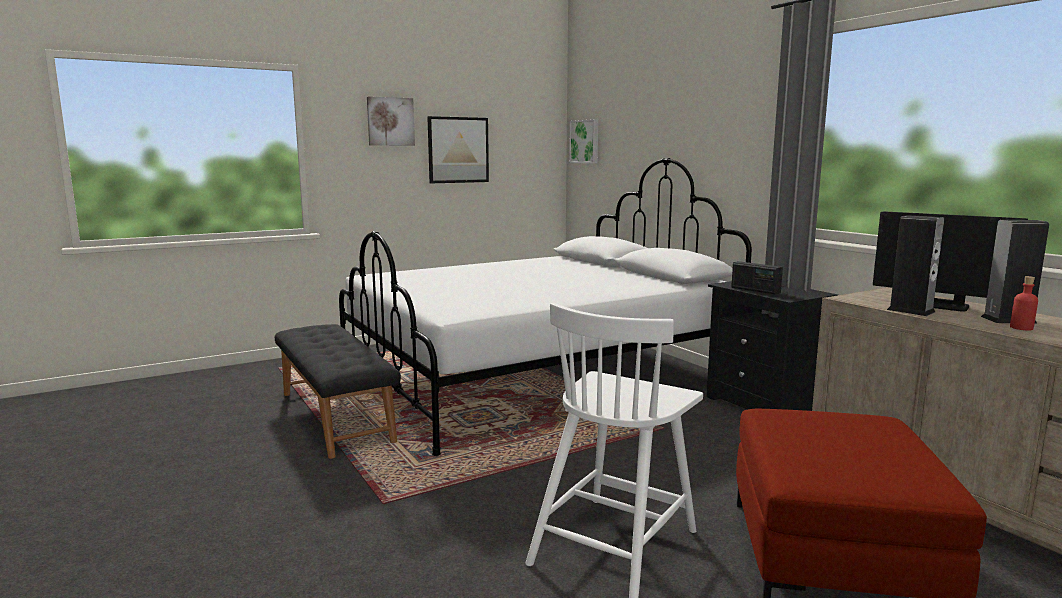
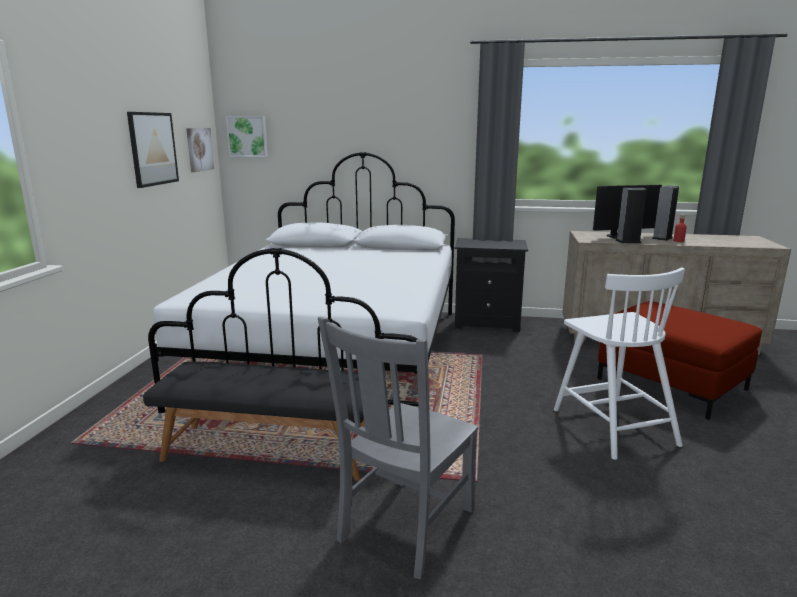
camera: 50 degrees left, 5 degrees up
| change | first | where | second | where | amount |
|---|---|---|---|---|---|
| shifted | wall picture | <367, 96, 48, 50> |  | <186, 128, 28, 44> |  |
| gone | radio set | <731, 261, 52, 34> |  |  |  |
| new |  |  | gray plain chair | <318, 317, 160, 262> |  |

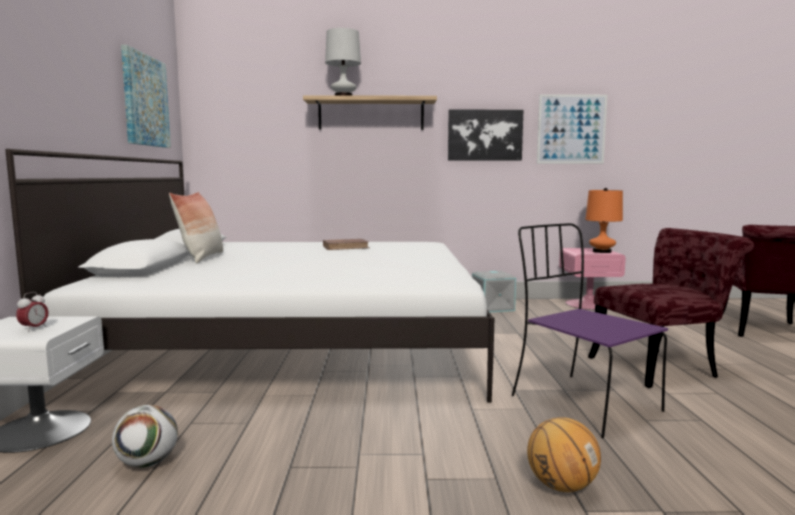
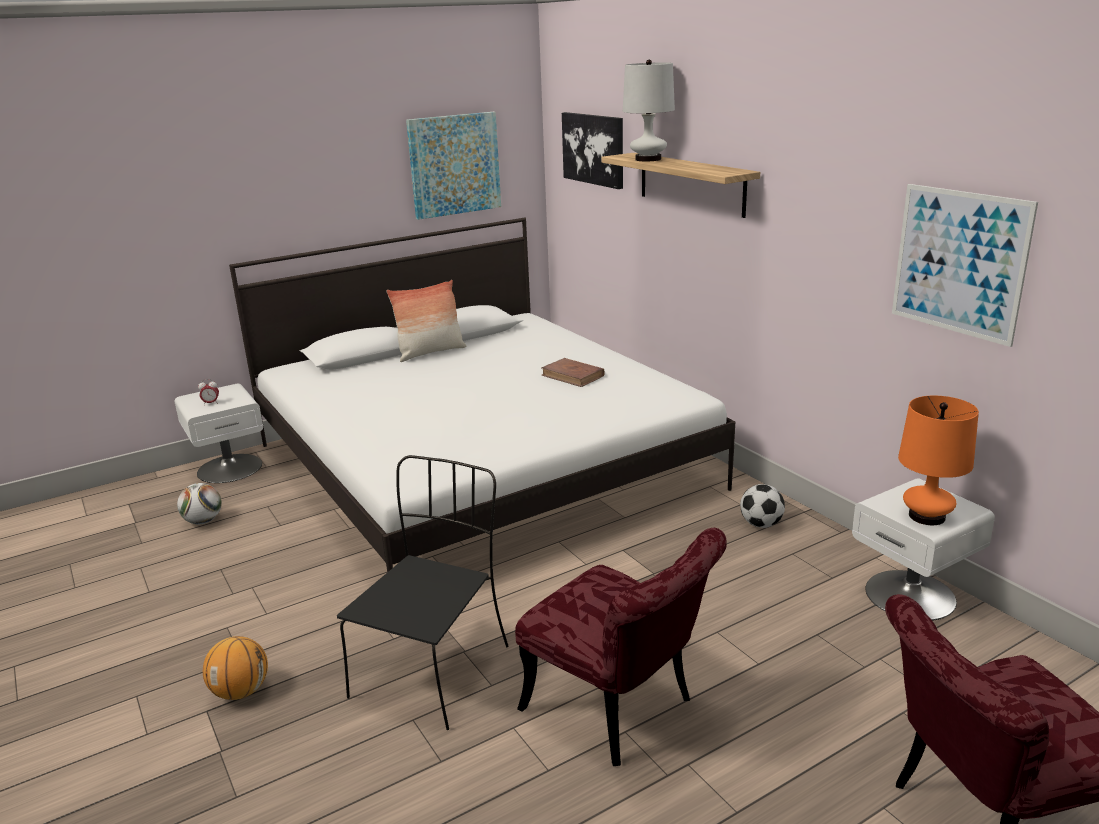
camera: 60 degrees right, 15 degrees up
| change | first | where | second | where | amount |
|---|---|---|---|---|---|
| shifted | wall picture | <448, 110, 75, 50> |  | <562, 112, 61, 77> |  |
| repainted | purplish plain chair | <512, 223, 156, 215> | black-coloured plain chair | <337, 455, 172, 275> |  |
| repainted | pinkish nightstand | <559, 248, 67, 62> | white nightstand | <852, 478, 143, 143> |  |
| swapped | gray storage container | <472, 271, 44, 41> | football | <740, 484, 45, 44> |  |

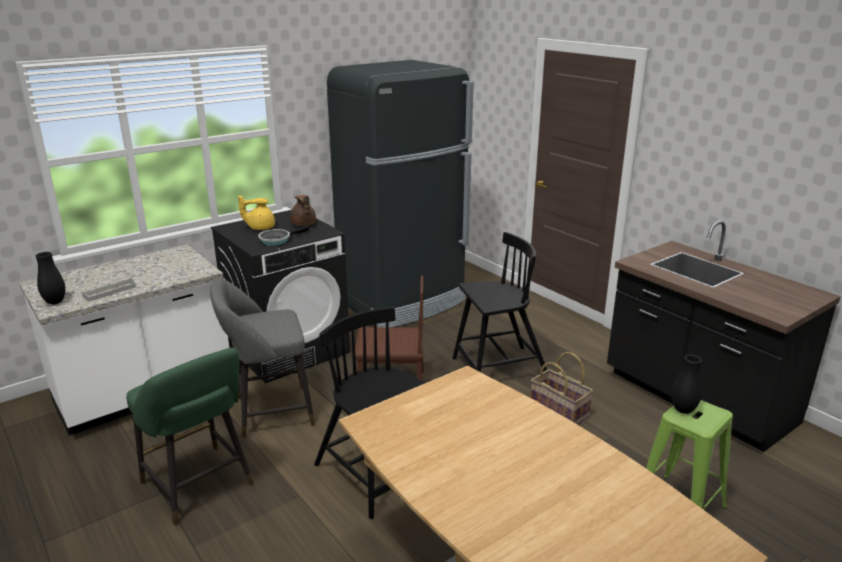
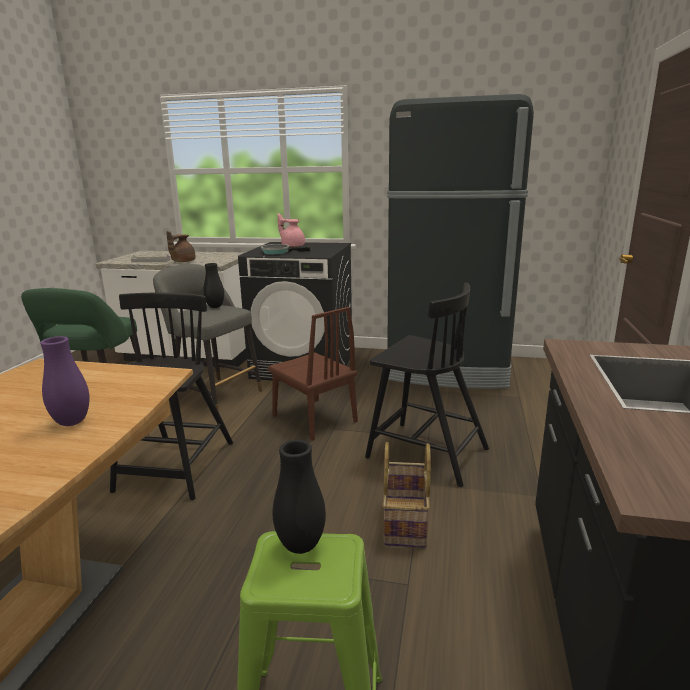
camera: 50 degrees right, 5 degrees down
| change | first | where | second | where | amount |
|---|---|---|---|---|---|
| repainted | yellow-coloured tea pot | <238, 195, 37, 35> | pinkish tea pot | <278, 213, 27, 34> |  |
| shifted | brownish tea pot | <290, 195, 26, 31> |  | <166, 231, 29, 31> |  |
| shifted | black-coloured flower vase | <36, 252, 29, 52> |  | <203, 263, 21, 45> |  |
| new |  |  | purplish flower vase | <40, 336, 50, 90> |  |

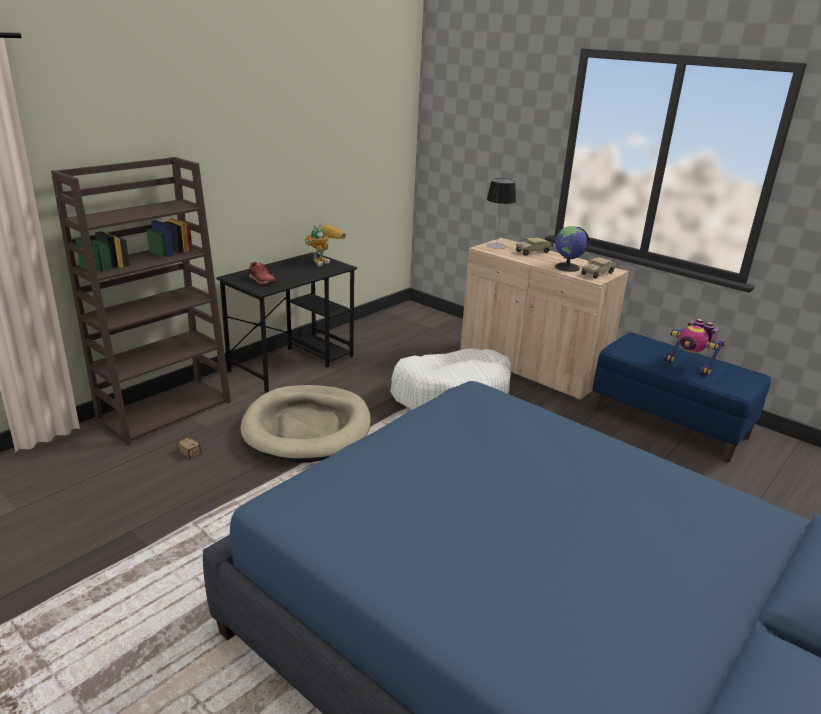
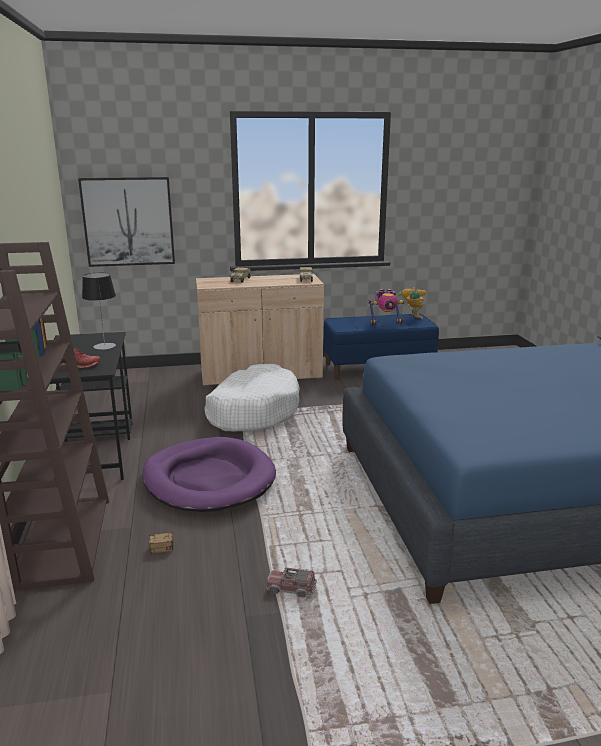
camera: 50 degrees left, 5 degrees down
| change | first | where | second | where | amount |
|---|---|---|---|---|---|
| shifted | lamp for a table | <487, 178, 29, 71> |  | <82, 272, 34, 78> |  |
| shifted | model robot | <305, 223, 41, 43> |  | <398, 287, 28, 32> |  |
| gone | world globe | <555, 226, 34, 46> |  |  |  |
| repainted | beige-coloured dog bed | <240, 385, 131, 78> | purplish dog bed | <142, 437, 134, 75> |  |
| new |  |  | wall picture | <78, 177, 97, 90> |  |
| new |  |  | toy lorry | <266, 567, 51, 30> |  |

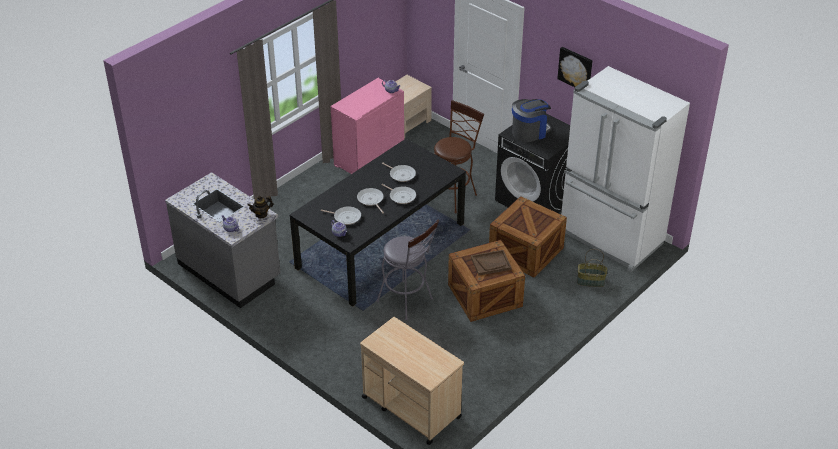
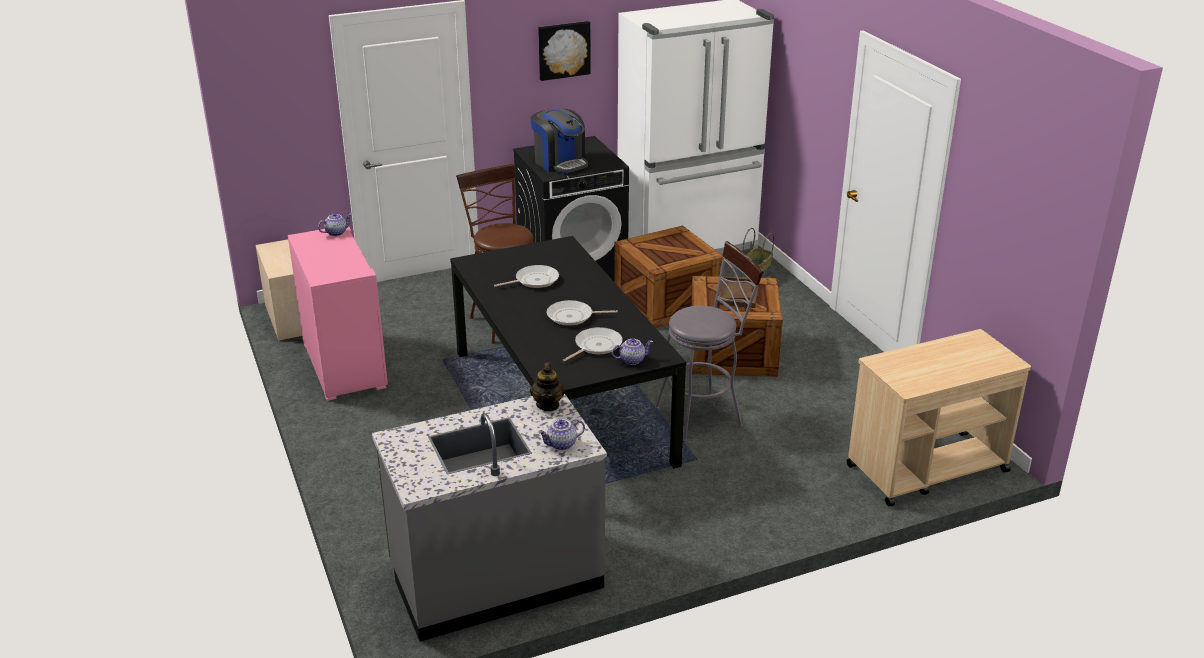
camera: 65 degrees left, 10 degrees down
| change | first | where | second | where | amount |
|---|---|---|---|---|---|
| rotated | coffee maker | <512, 99, 40, 43> |  | <530, 108, 58, 65> | 150 degrees clockwise |
| gone | pan | <381, 184, 35, 20> |  |  |  |

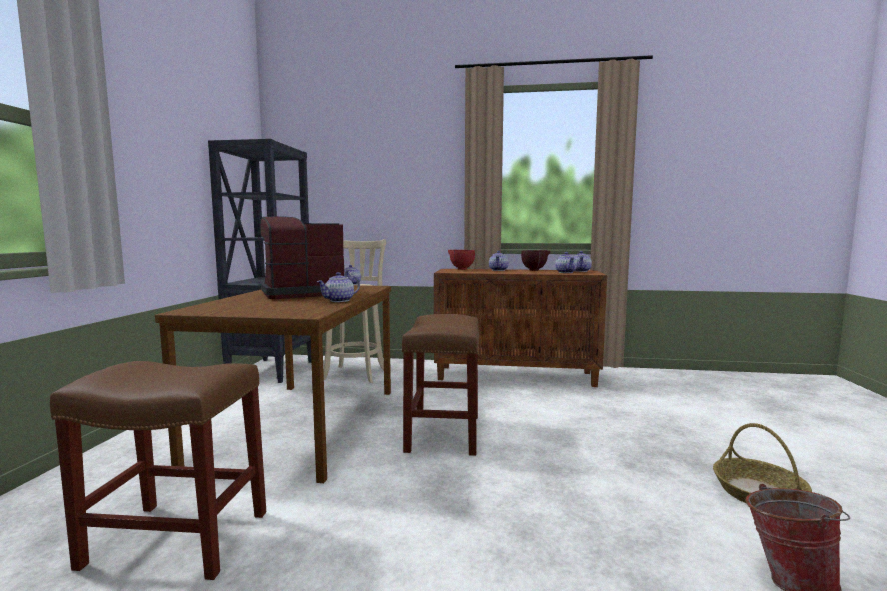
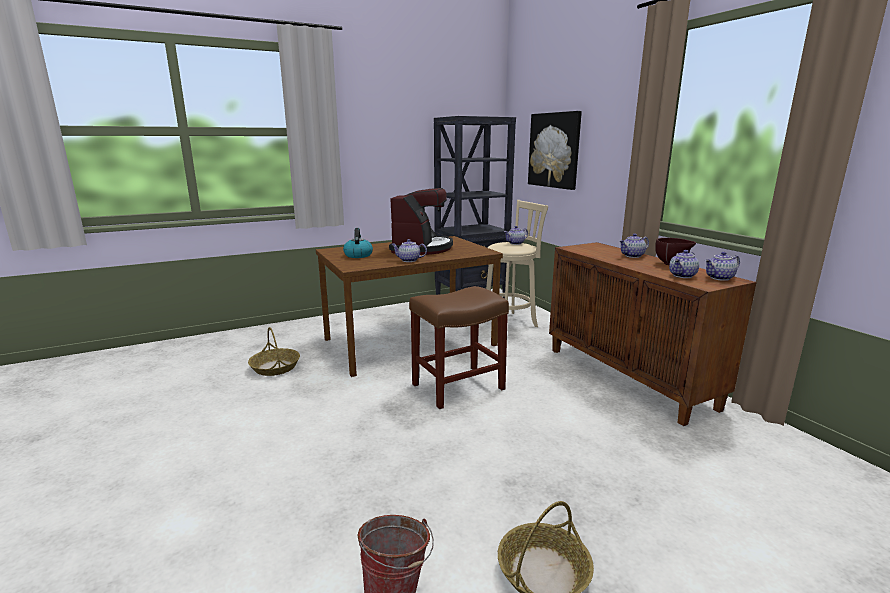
camera: 55 degrees right, 10 degrees up
| change | first | where | second | where | amount |
|---|---|---|---|---|---|
| rotated | coffee maker | <260, 216, 84, 83> |  | <389, 188, 64, 67> | 75 degrees clockwise |
| gone | reddish deep dish | <448, 250, 27, 20> |  |  |  |
| swapped | brownish sitting stool | <50, 361, 216, 219> | storage basket | <248, 327, 52, 49> |  |
| new |  |  | wall picture | <528, 111, 54, 79> |  |
| new |  |  | water kettle | <343, 228, 30, 30> |  |

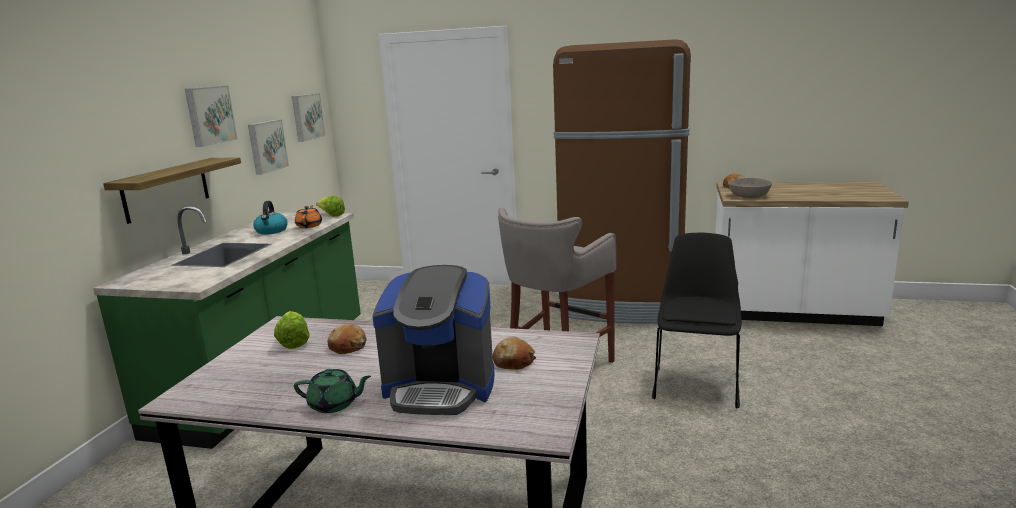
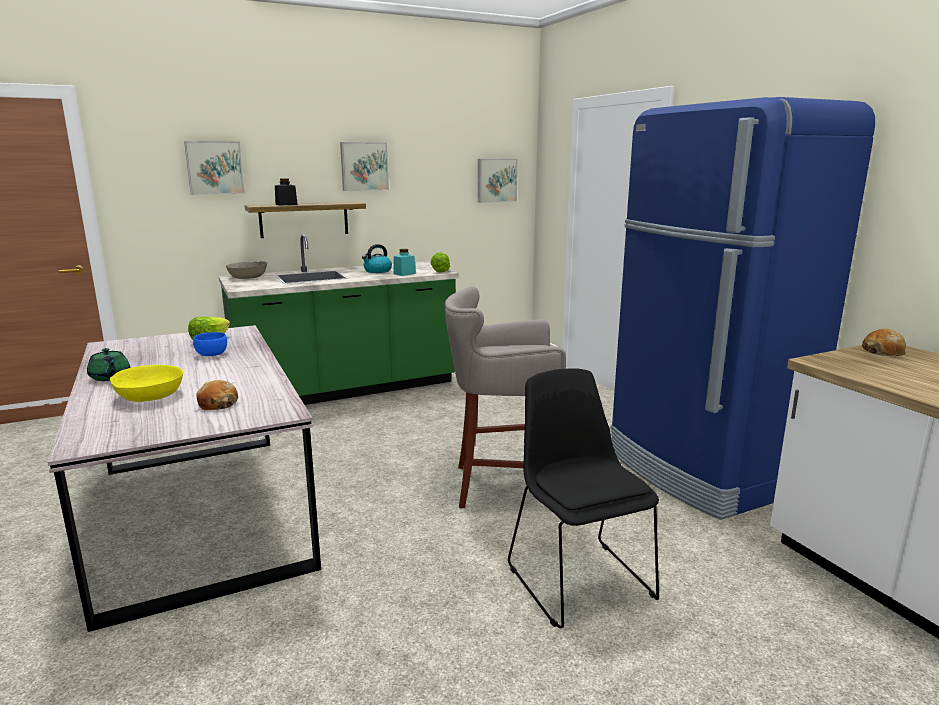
camera: 50 degrees right, 0 degrees up
| change | first | where | second | where | amount |
|---|---|---|---|---|---|
| repainted | brownish refrigerator | <553, 39, 138, 285> | blue-coloured refrigerator | <610, 97, 265, 423> |  |
| shifted | wall picture | <248, 119, 41, 56> |  | <184, 141, 61, 54> |  |
| shifted | gray deep dish | <728, 178, 44, 20> |  | <226, 261, 41, 18> |  |
| swapped | orange tea pot | <295, 206, 27, 22> | turquoise-coloured storage jar | <393, 249, 23, 27> |  |
| rotated | black-coloured plain chair | <652, 233, 90, 176> |  | <508, 368, 151, 260> | 90 degrees counterclockwise |
| swapped | coffee maker | <372, 265, 122, 150> | yellow-coloured deep dish | <110, 365, 73, 37> |  |
| swapped | bread | <328, 324, 38, 30> | blue-coloured deep dish | <193, 332, 34, 24> |  |
| new |  |  | black-coloured storage jar | <275, 178, 23, 28> |  |

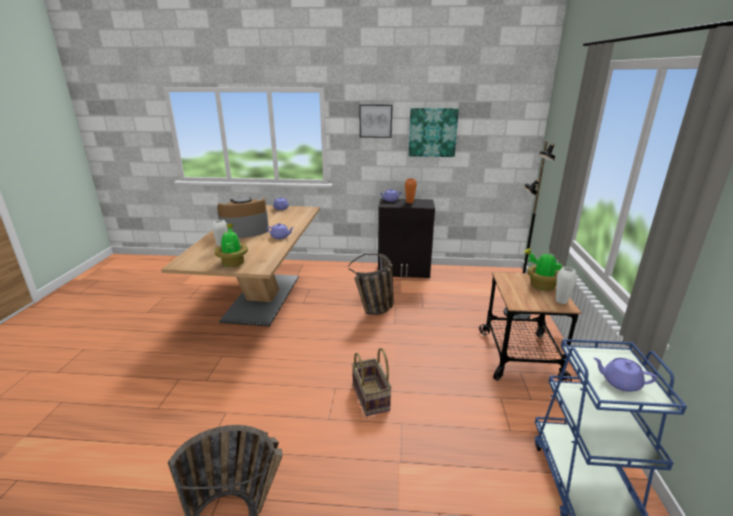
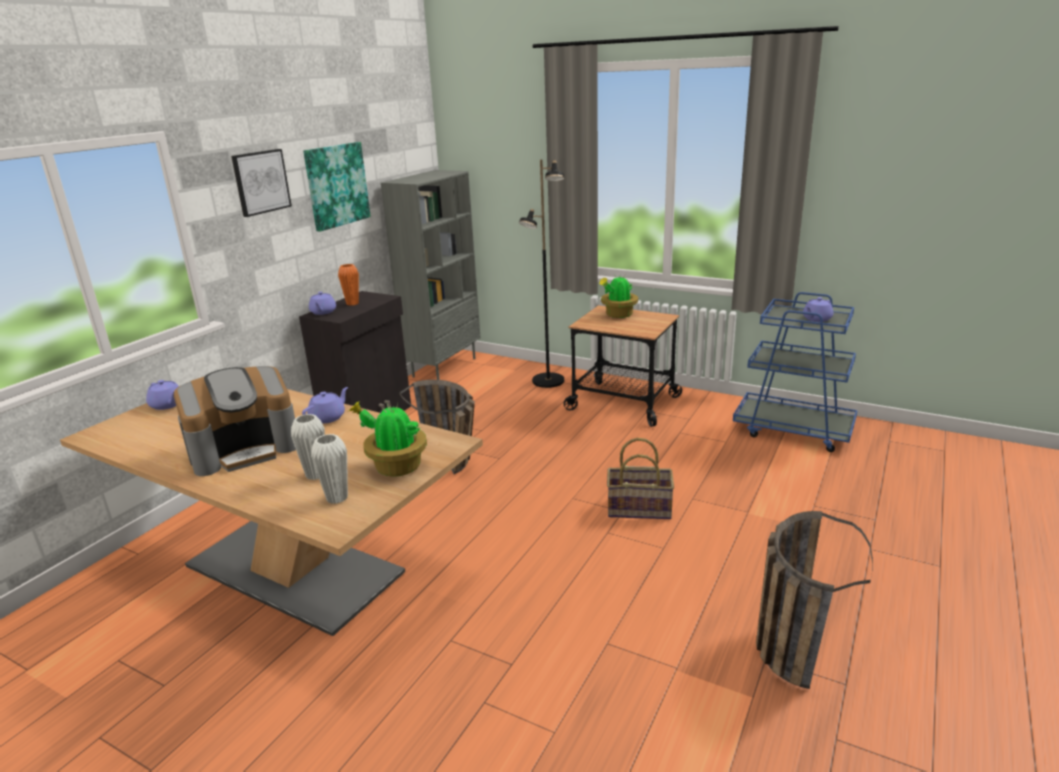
camera: 65 degrees left, 0 degrees up
| change | first | where | second | where | amount |
|---|---|---|---|---|---|
| rotated | coffee maker | <217, 197, 52, 41> |  | <174, 366, 122, 110> | 120 degrees counterclockwise |
| shifted | white flower vase | <556, 267, 21, 37> |  | <311, 434, 37, 70> |  |
| new |  |  | gray bookcase | <381, 170, 100, 210> |  |

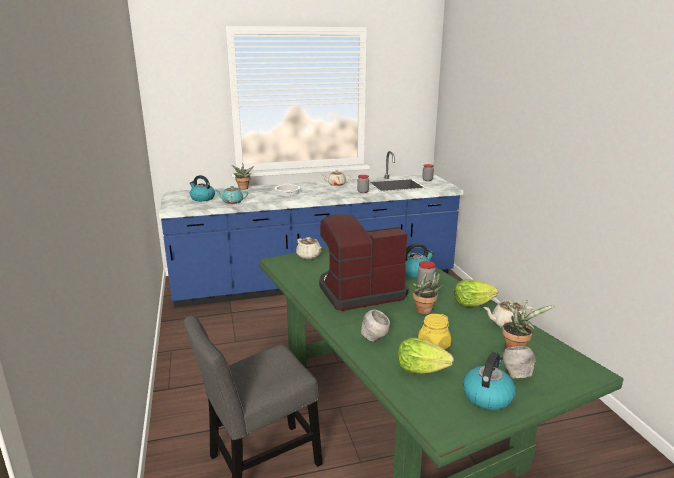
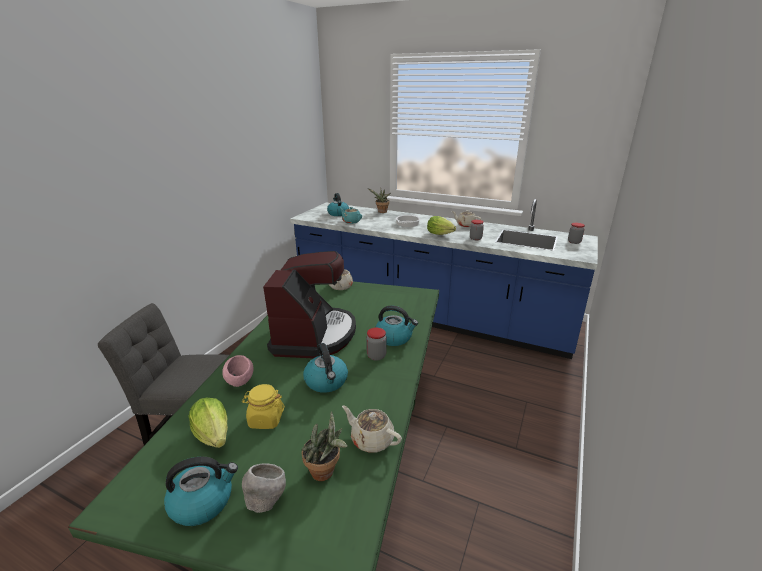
camera: 40 degrees right, 5 degrees up
| change | first | where | second | where | amount |
|---|---|---|---|---|---|
| rotated | coffee maker | <319, 214, 90, 97> |  | <263, 251, 93, 107> | 75 degrees clockwise |
| swapped | houseplant | <413, 271, 30, 43> | water kettle | <303, 343, 45, 50> |  |
| shifted | lettuce | <454, 279, 44, 28> |  | <427, 216, 29, 19> |  |
| repainted | gray deep dish | <361, 309, 29, 32> | pinkish deep dish | <222, 355, 32, 32> |  |

